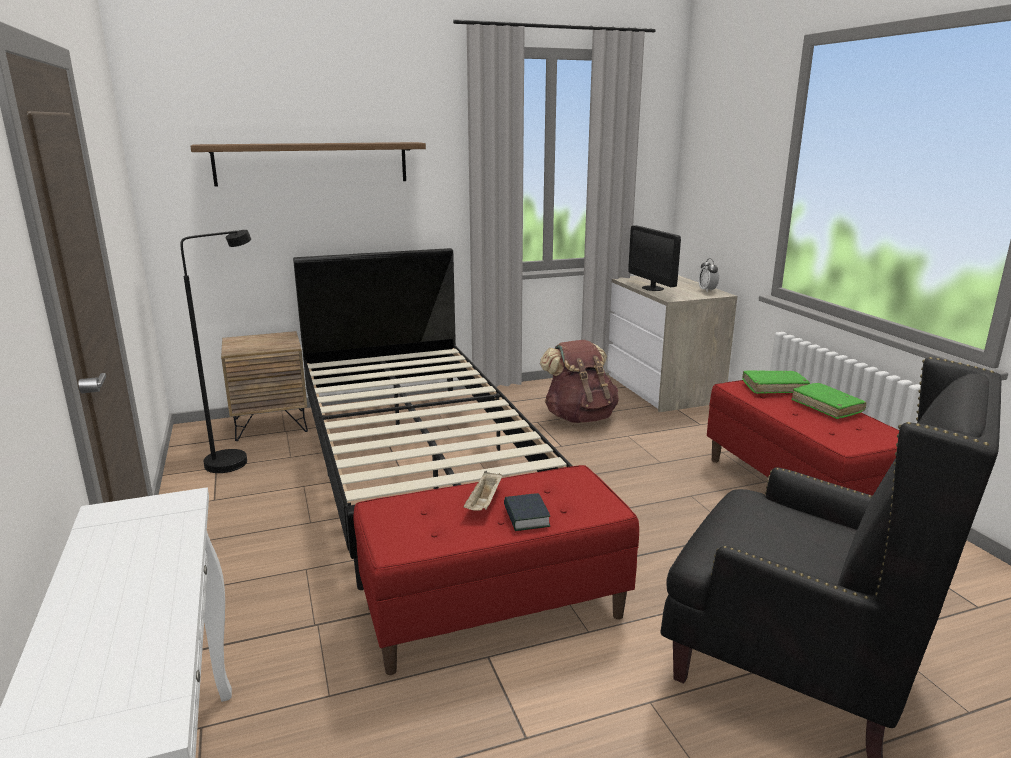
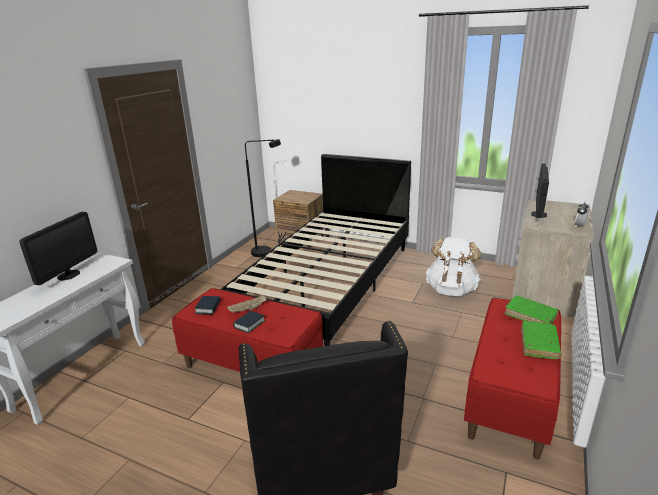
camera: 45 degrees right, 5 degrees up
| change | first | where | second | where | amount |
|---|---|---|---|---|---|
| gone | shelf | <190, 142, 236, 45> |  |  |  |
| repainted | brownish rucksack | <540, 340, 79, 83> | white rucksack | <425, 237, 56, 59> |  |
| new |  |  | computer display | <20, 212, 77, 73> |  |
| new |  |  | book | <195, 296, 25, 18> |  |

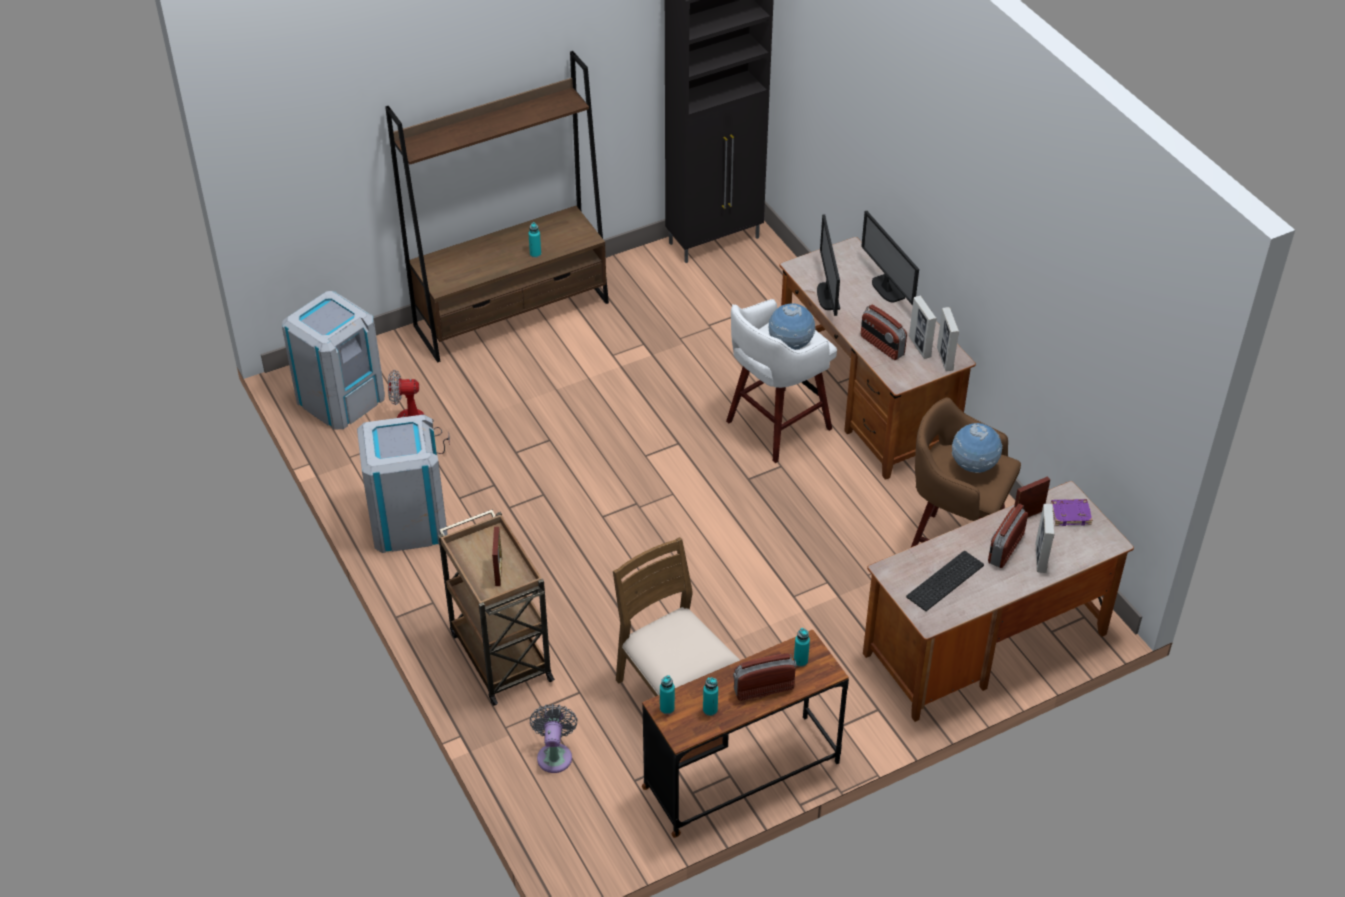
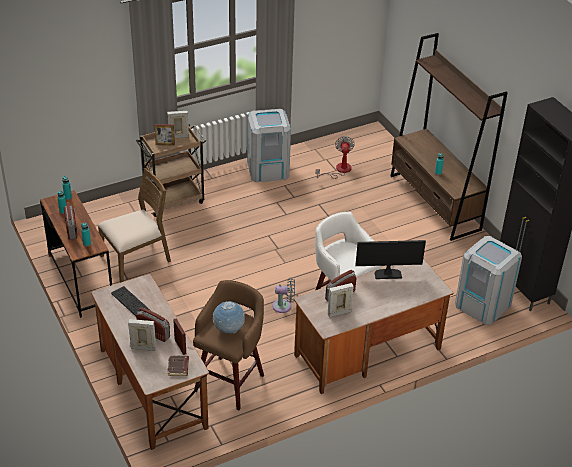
camera: 90 degrees right, 5 degrees down
| change | first | where | second | where | amount |
|---|---|---|---|---|---|
| gone | computer display | <861, 211, 58, 95> |  |  |  |
| shifted | gray rubbish bin | <282, 291, 103, 139> |  | <455, 236, 67, 89> |  |
| gone | world globe | <769, 303, 47, 47> |  |  |  |
| shifted | picture frame | <937, 307, 22, 64> |  | <167, 111, 22, 27> |  |
| repainted | purplish book | <1051, 499, 42, 27> | brownish book | <168, 356, 21, 20> |  |
| shifted | gray cooling fan | <530, 704, 48, 69> |  | <272, 277, 23, 36> |  |

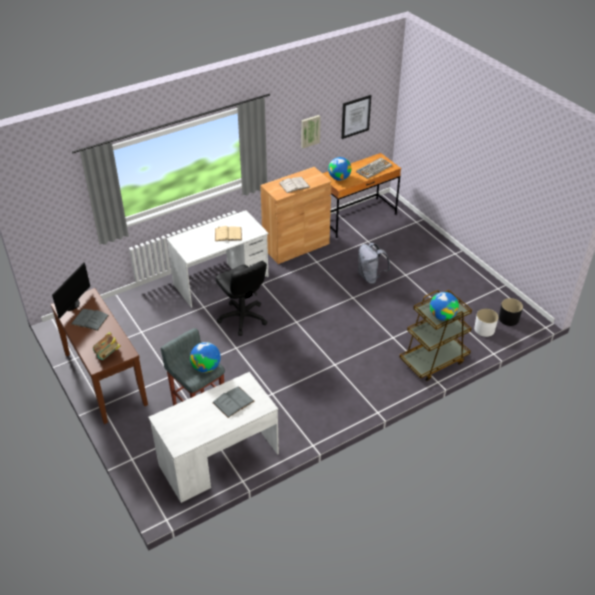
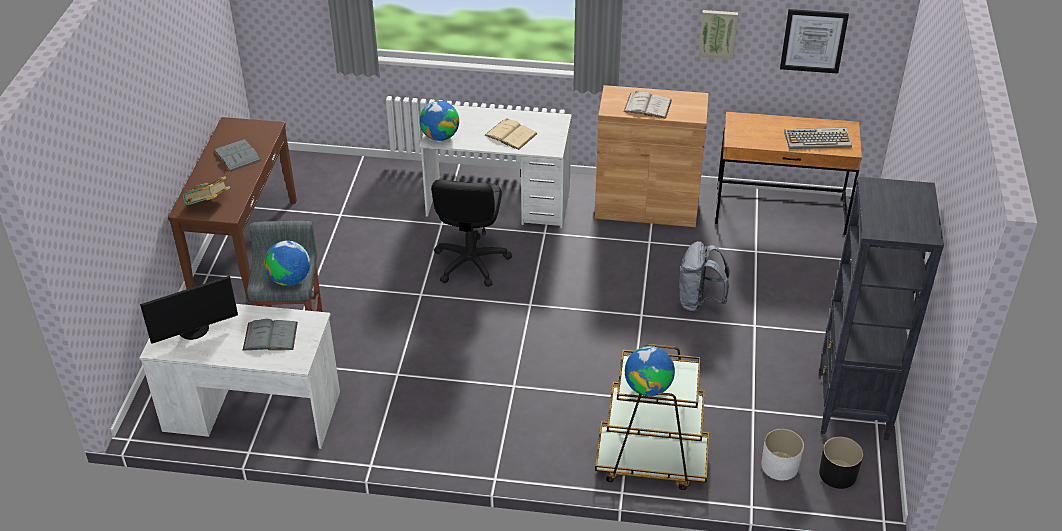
camera: 40 degrees right, 0 degrees up
| change | first | where | second | where | amount |
|---|---|---|---|---|---|
| shifted | world globe | <328, 157, 23, 24> |  | <419, 101, 40, 40> |  |
| shifted | computer display | <52, 262, 38, 57> |  | <140, 276, 98, 68> |  |
| new |  |  | black-coloured bookcase | <819, 177, 125, 264> |  |

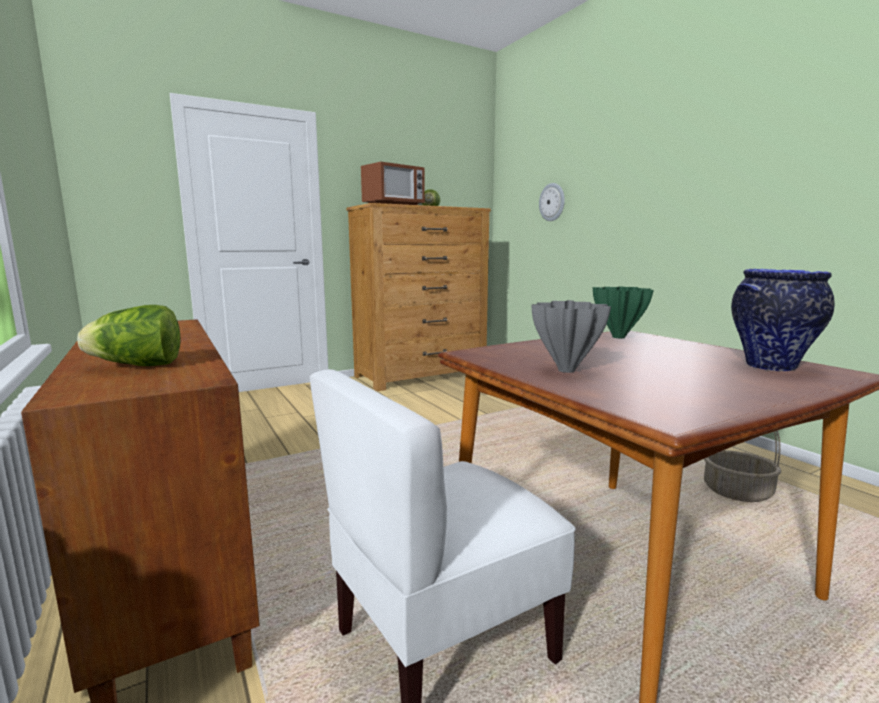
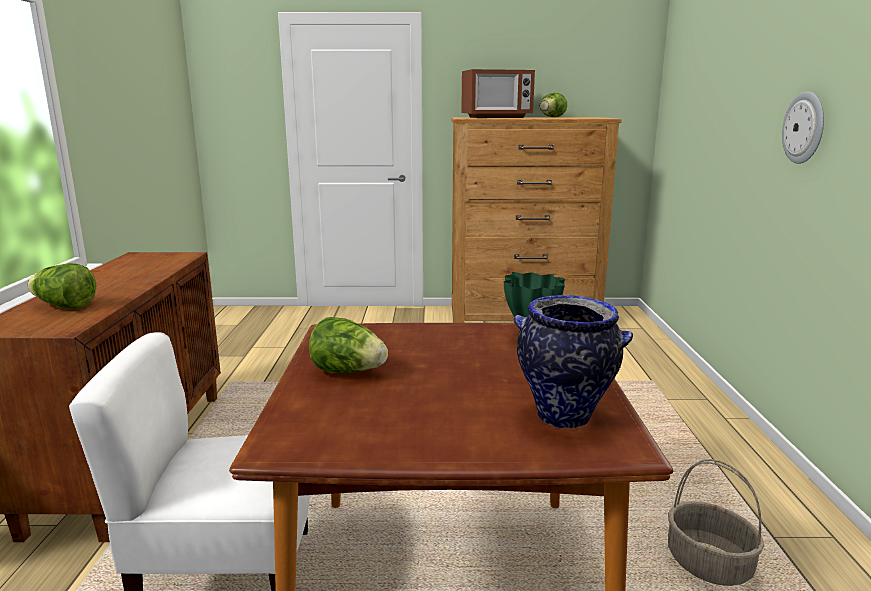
camera: 30 degrees right, 5 degrees up
| change | first | where | second | where | amount |
|---|---|---|---|---|---|
| shifted | hanging clock | <539, 183, 26, 38> |  | <782, 91, 42, 73> |  |
| swapped | gray flower vase | <531, 300, 80, 73> | lettuce | <309, 317, 79, 56> |  |

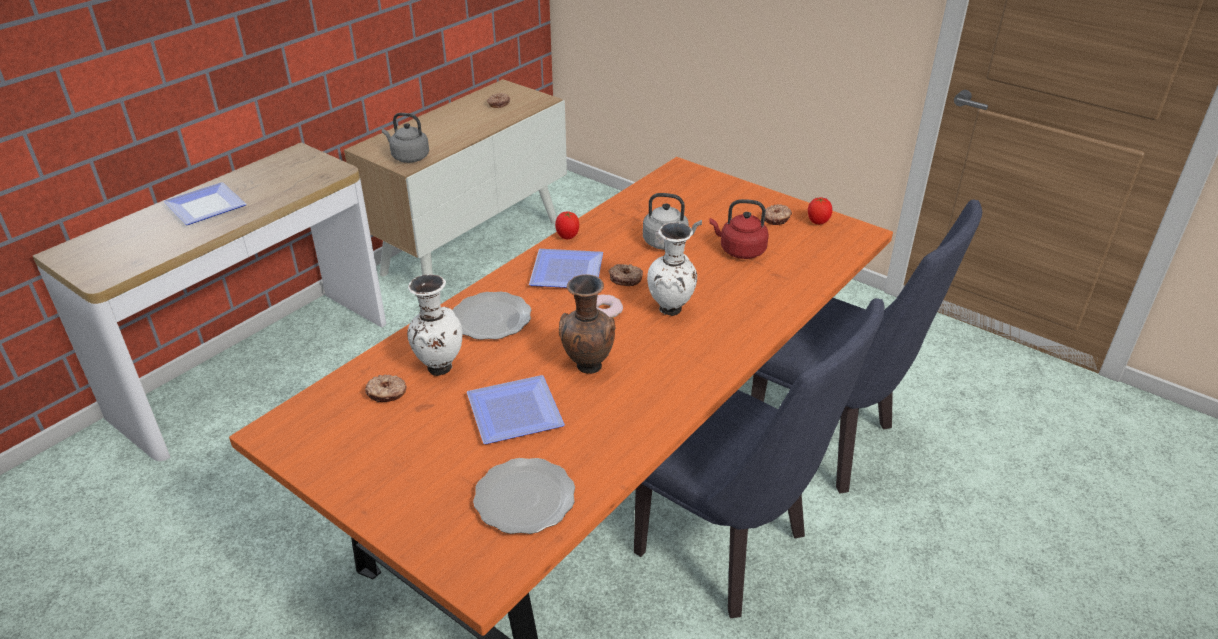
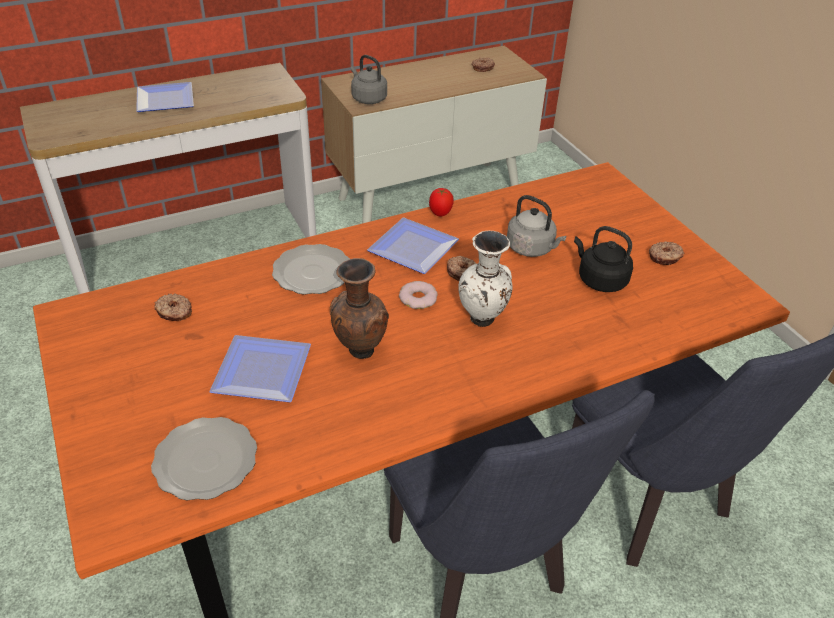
camera: 25 degrees right, 5 degrees up
| change | first | where | second | where | amount |
|---|---|---|---|---|---|
| gone | whole tomato | <808, 197, 24, 27> |  |  |  |
| repainted | reddish water kettle | <710, 199, 59, 60> | black-coloured water kettle | <574, 226, 59, 66> |  |
| gone | white flower vase | <407, 274, 55, 102> |  |  |  |

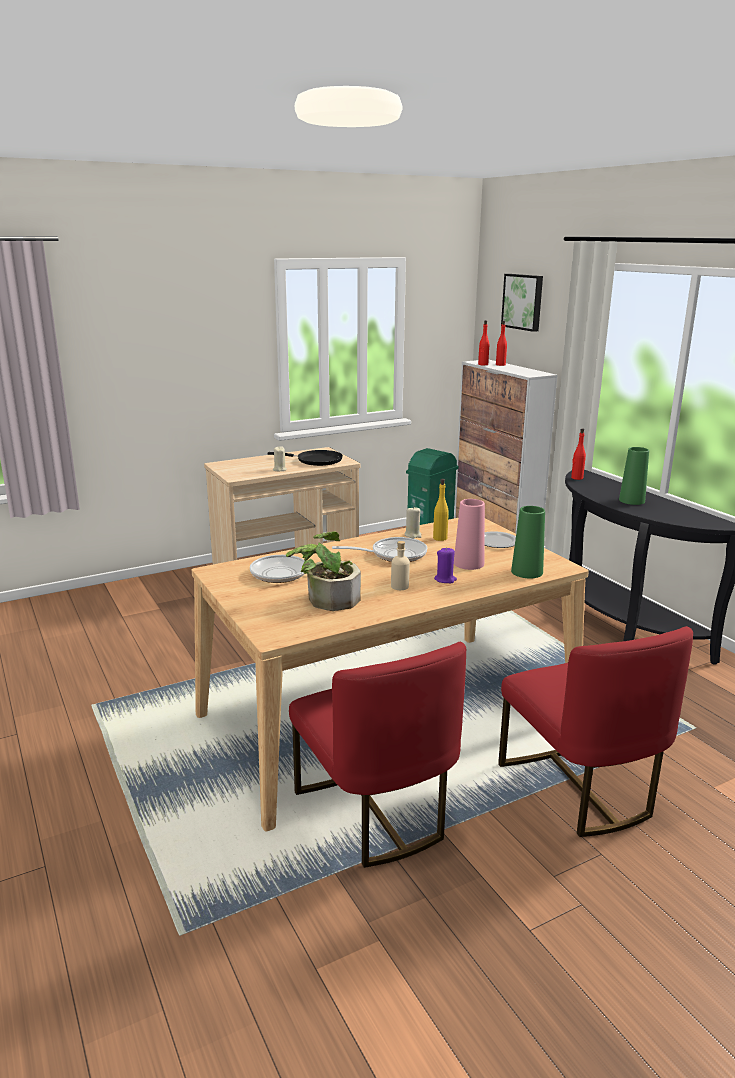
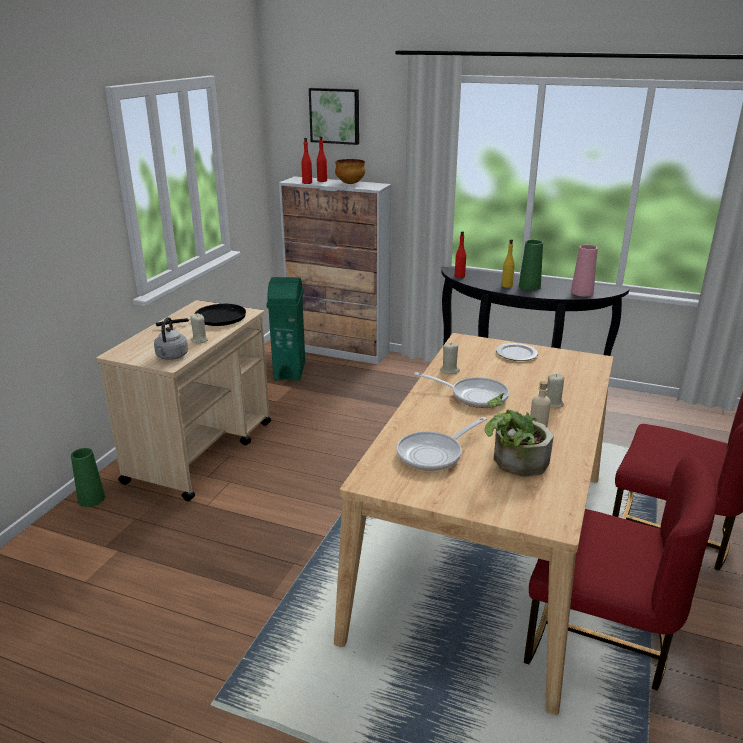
camera: 40 degrees left, 5 degrees up
| change | first | where | second | where | amount |
|---|---|---|---|---|---|
| shifted | yellow-coloured drink bottle | <433, 479, 16, 62> |  | <502, 239, 13, 49> |  |
| shifted | pinkish flower vase | <454, 499, 31, 71> |  | <571, 245, 27, 52> |  |
| shifted | green-coloured flower vase | <511, 506, 34, 72> |  | <71, 448, 34, 59> |  |
| rotated | pan | <332, 537, 95, 25> |  | <414, 372, 95, 36> | 75 degrees clockwise |
| repainted | purplish wax candle | <434, 547, 23, 36> | beige-coloured wax candle | <546, 374, 18, 34> |  |
| new |  |  | deep dish | <335, 159, 30, 25> |  |
| new |  |  | gray water kettle | <154, 317, 34, 43> |  |

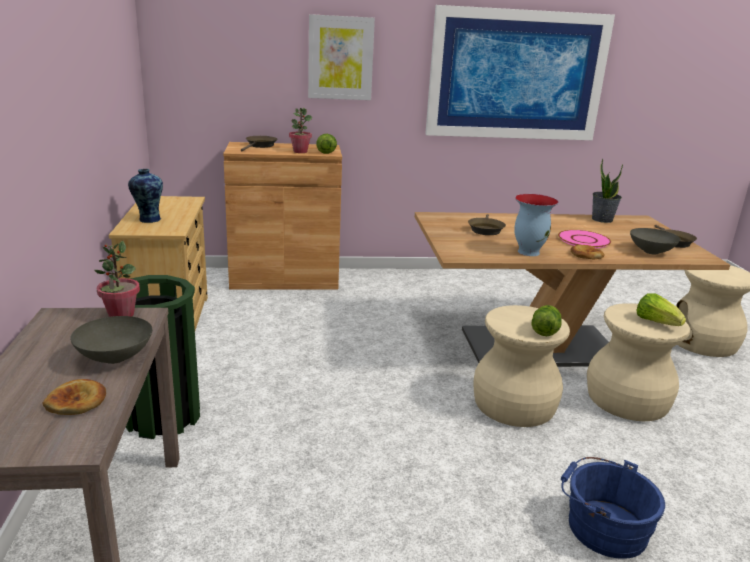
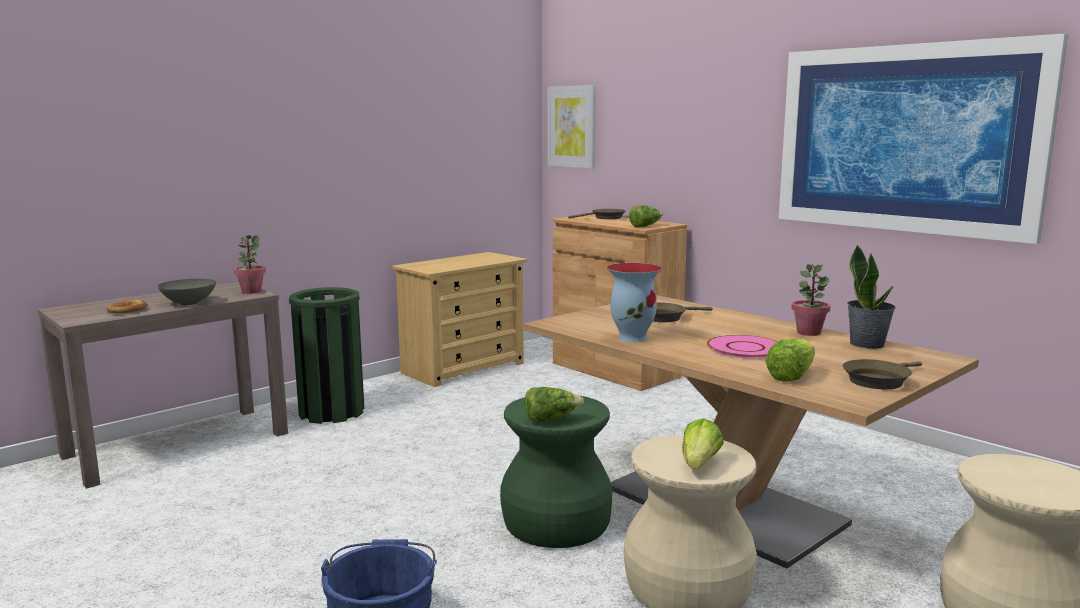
camera: 55 degrees right, 10 degrees down
| change | first | where | second | where | amount |
|---|---|---|---|---|---|
| shifted | wall picture | <308, 14, 67, 86> |  | <547, 85, 49, 84> |  |
| shifted | houseplant | <289, 108, 23, 45> |  | <791, 264, 39, 72> |  |
| gone | flower vase | <128, 169, 35, 54> |  |  |  |
| swapped | gray deep dish | <630, 228, 50, 27> | lettuce | <765, 339, 50, 43> |  |
| gone | bread | <571, 245, 34, 14> |  |  |  |
| repainted | beige-coloured sitting stool | <474, 305, 96, 122> | green-coloured sitting stool | <500, 395, 112, 153> |  |

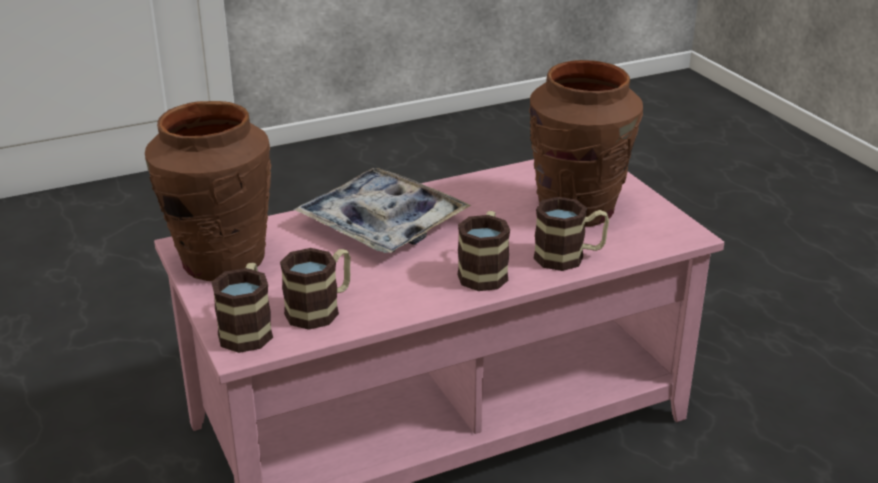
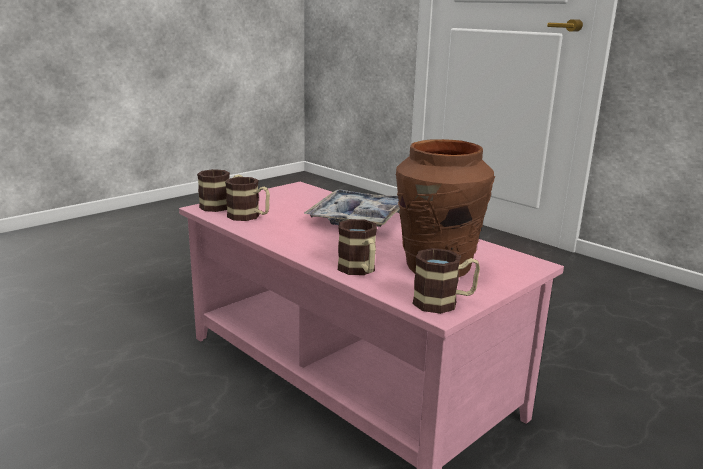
camera: 70 degrees right, 10 degrees down
| change | first | where | second | where | amount |
|---|---|---|---|---|---|
| gone | brownish flower vase | <145, 101, 126, 180> |  |  |  |
| shifted | tea mug | <457, 211, 53, 80> |  | <412, 248, 68, 66> |  |

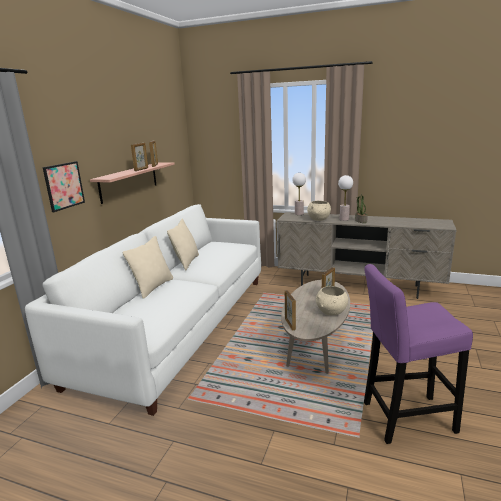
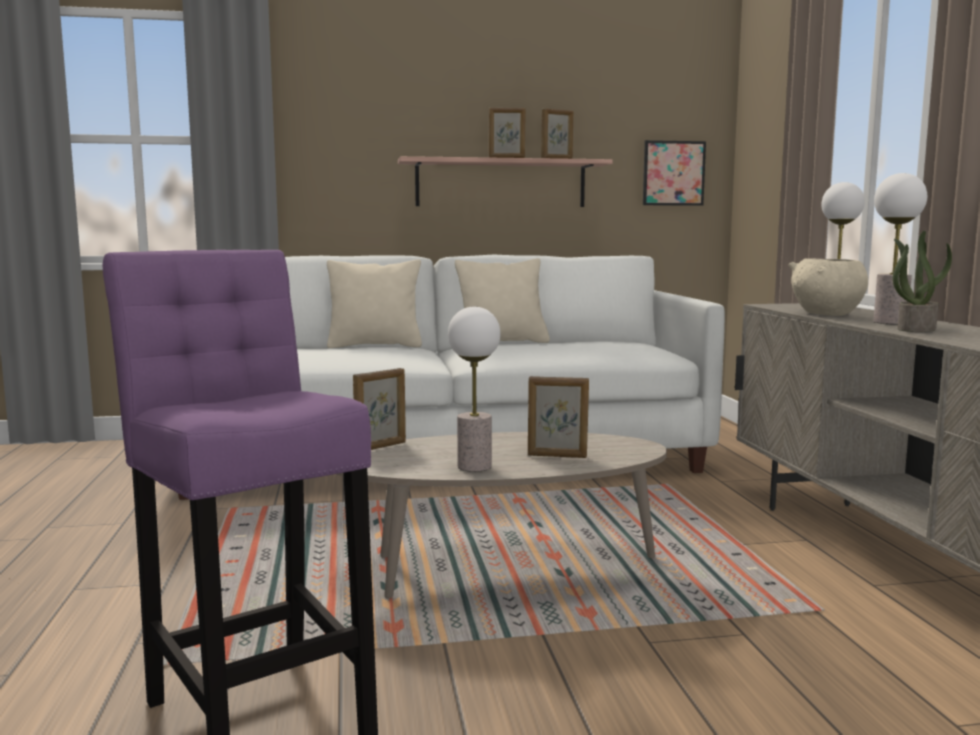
camera: 60 degrees right, 10 degrees down
| change | first | where | second | where | amount |
|---|---|---|---|---|---|
| shifted | wall picture | <42, 161, 43, 51> |  | <643, 140, 63, 66> |  |
| swapped | beige-coloured deep dish | <316, 286, 32, 30> | lamp for a table | <448, 307, 53, 165> |  |

